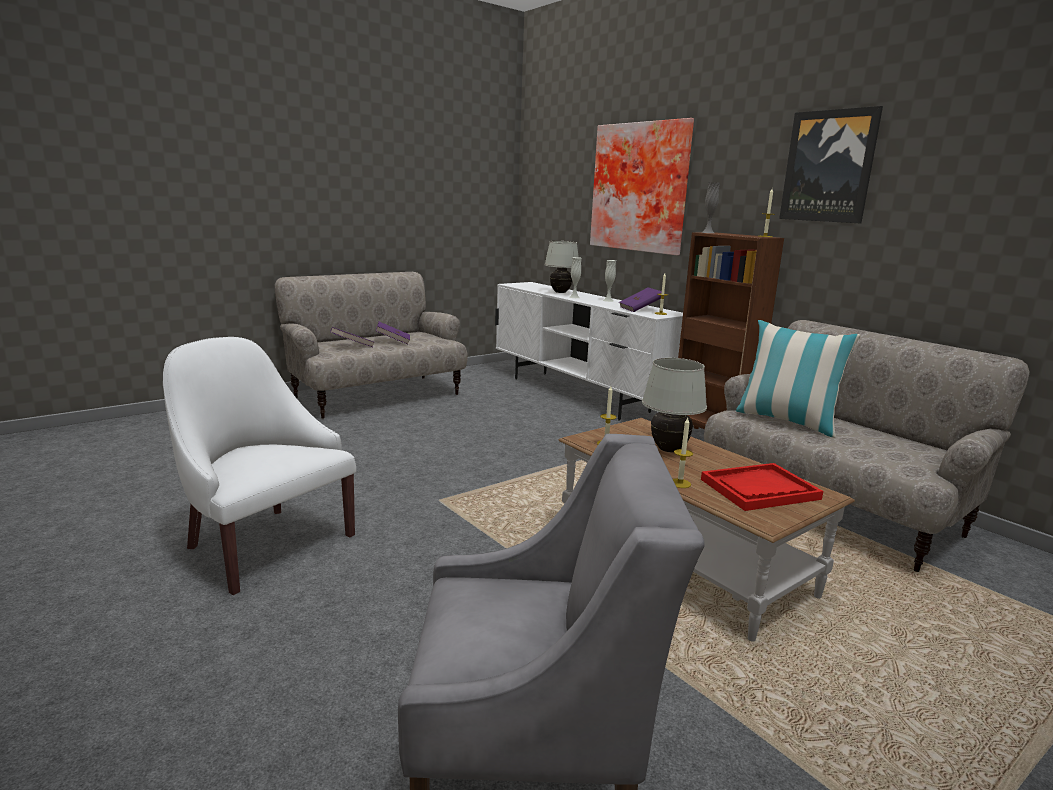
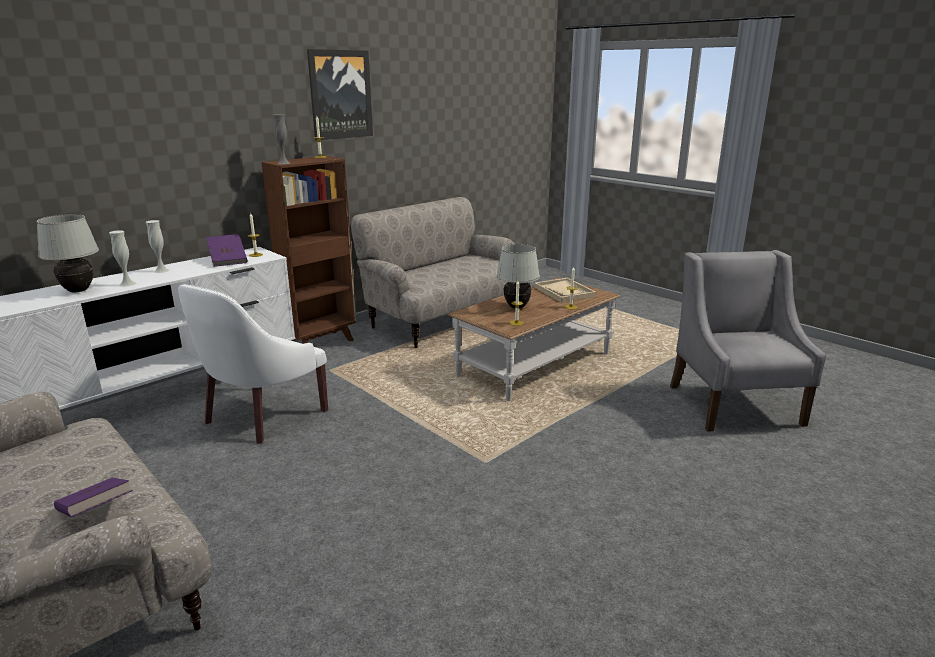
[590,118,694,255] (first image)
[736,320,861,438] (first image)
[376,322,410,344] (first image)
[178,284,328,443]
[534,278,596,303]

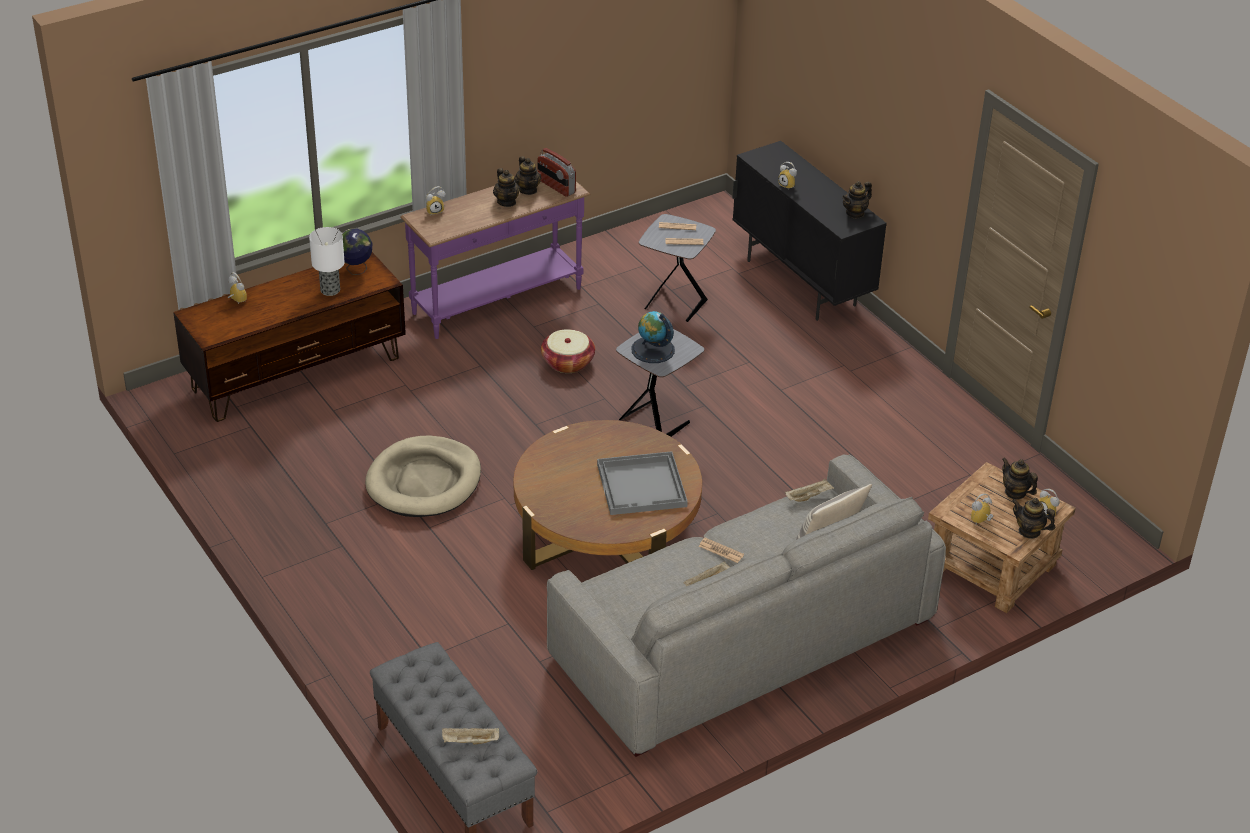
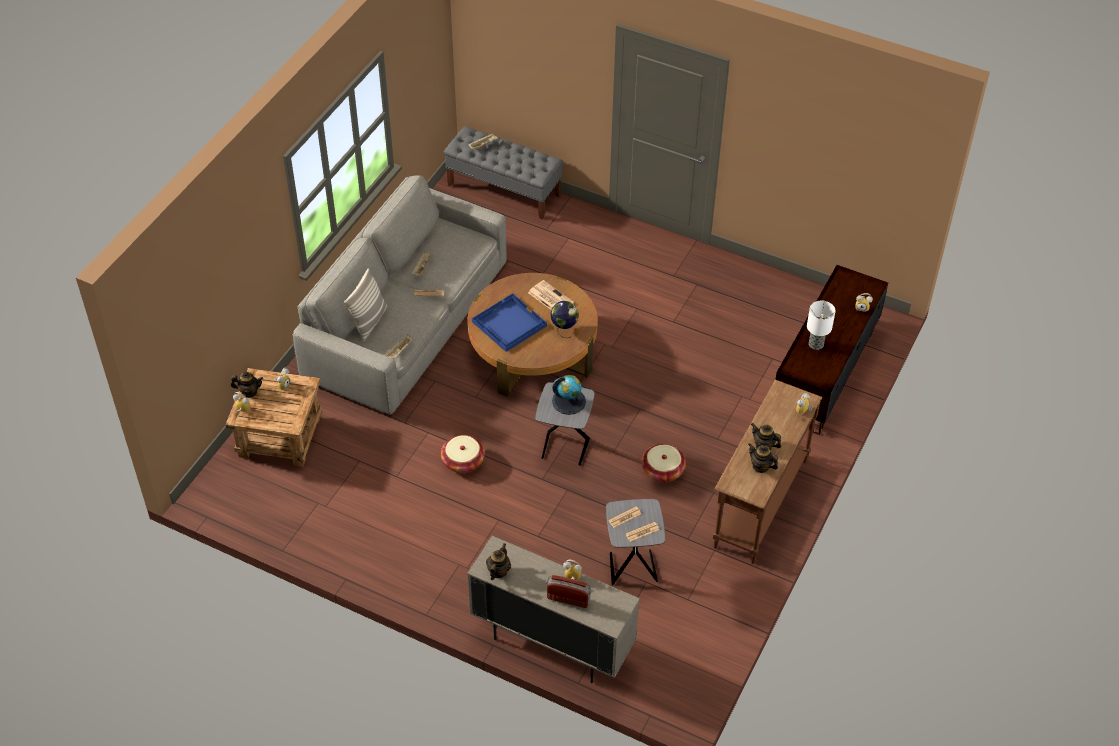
[467,536,640,683]
[546,575,592,608]
[713,380,822,564]
[551,301,578,338]
[365,435,481,517] (first image)
[472,293,547,352]
[1002,458,1038,500] (first image)
[528,280,574,310]
[441,435,485,473]

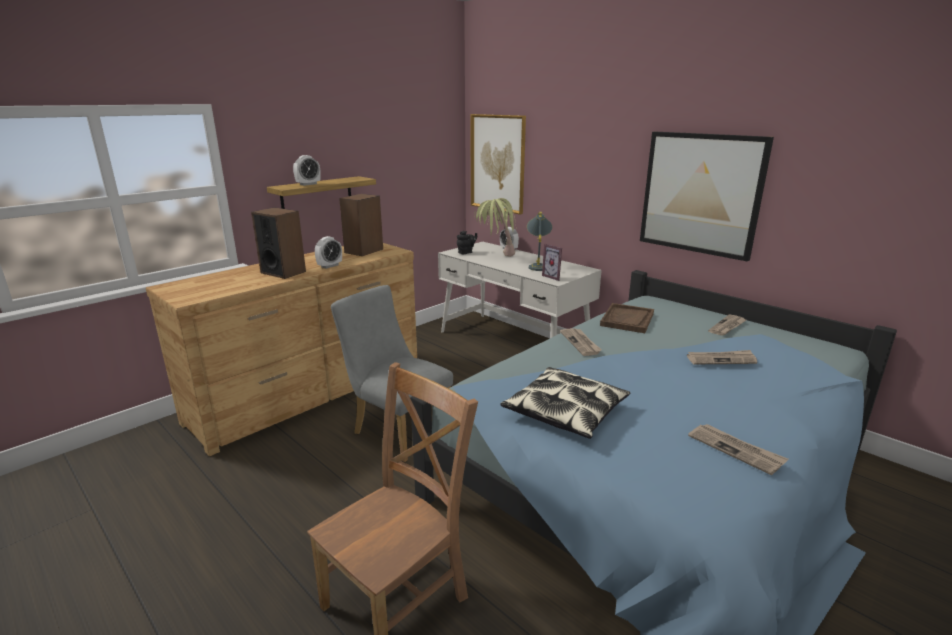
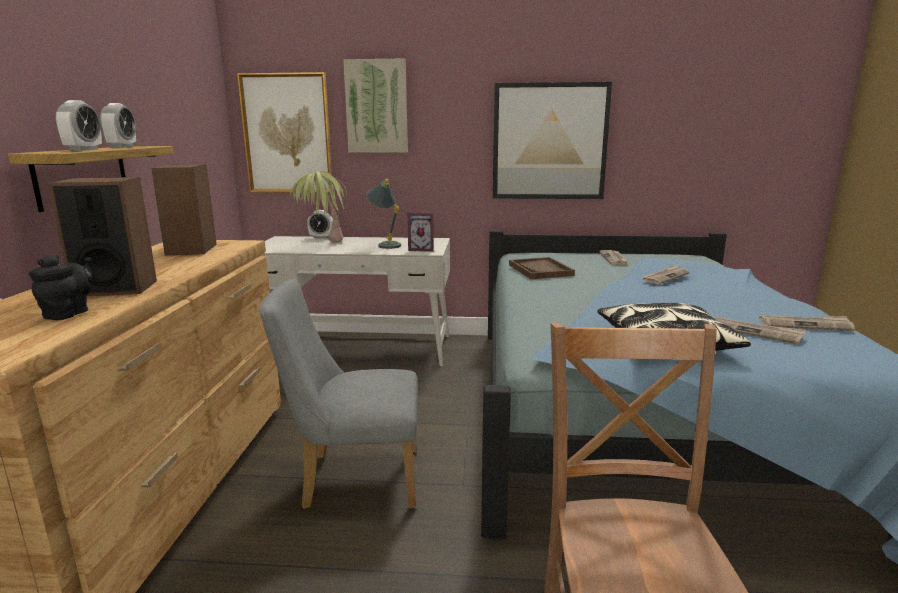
[29,255,93,320]
[100,103,136,148]
[714,317,806,344]
[343,58,408,152]

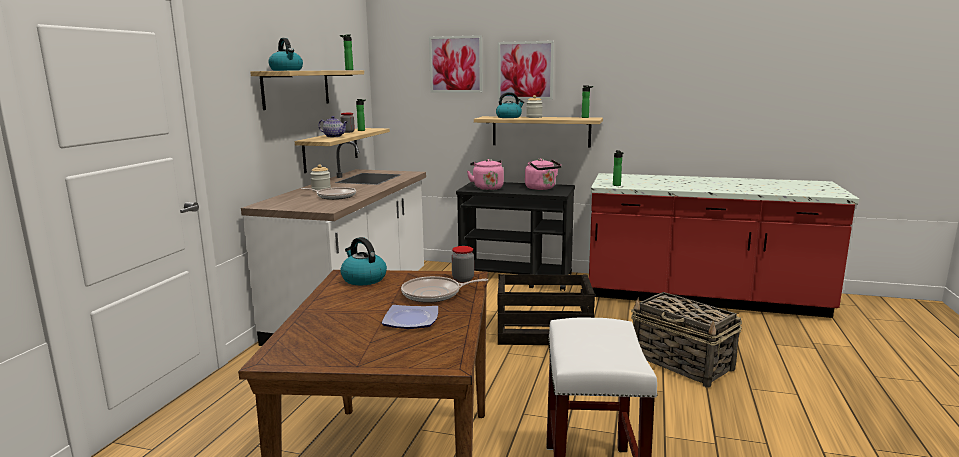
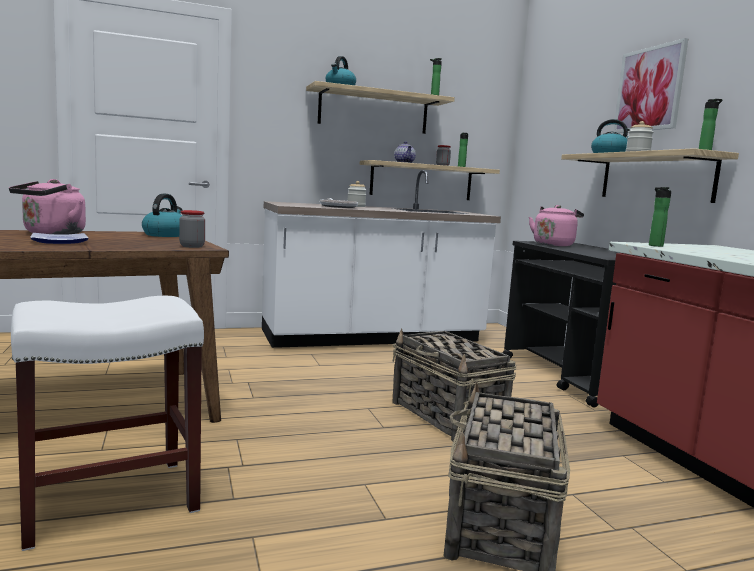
[429,35,483,93] (first image)
[9,179,86,235]
[392,328,516,441]
[401,276,488,303] (first image)

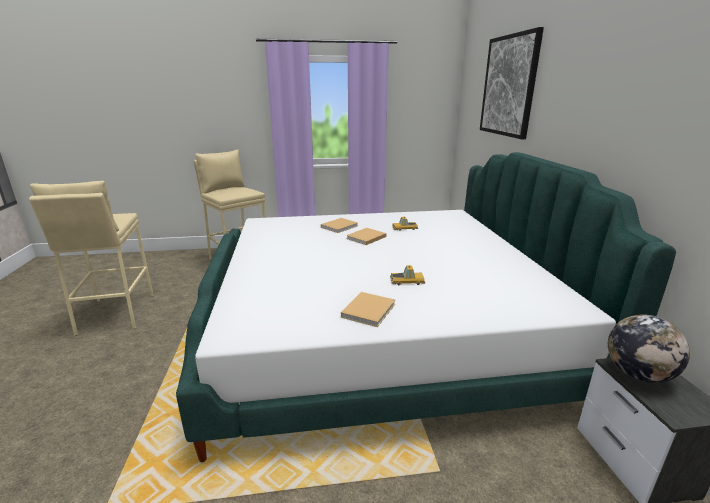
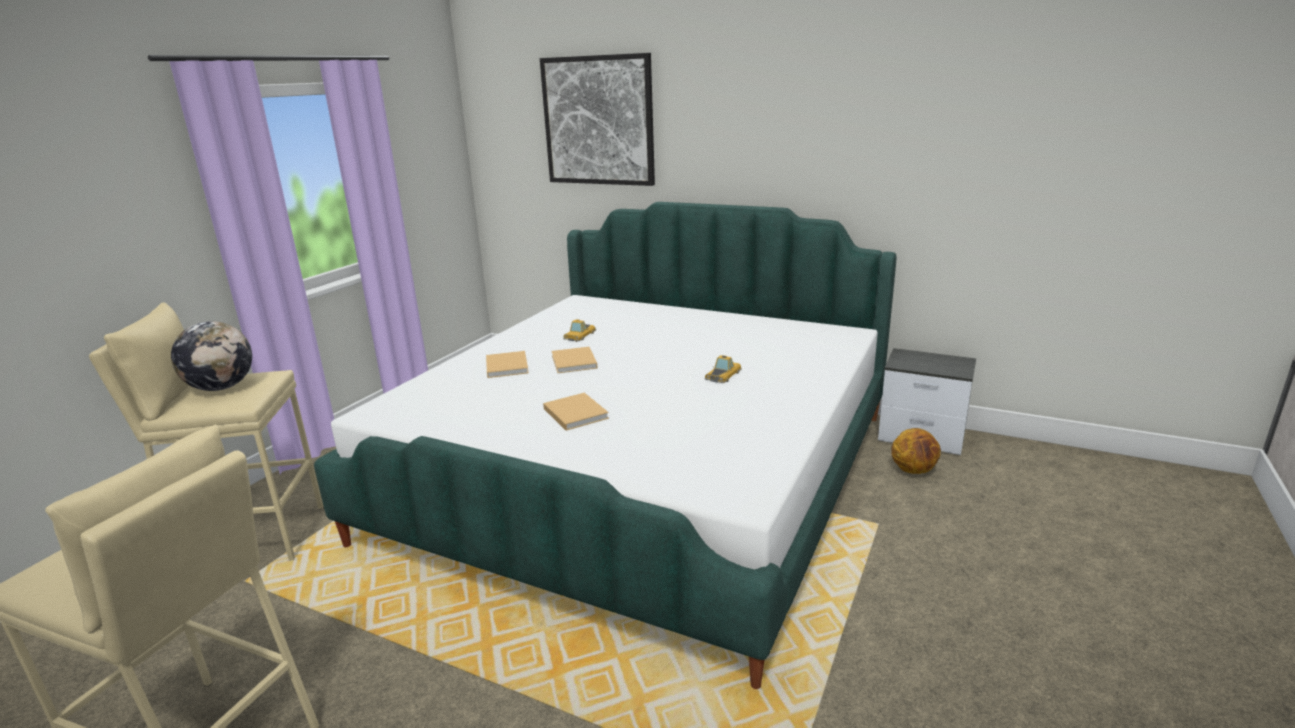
[543,393,609,431]
[171,321,252,391]
[891,428,941,474]

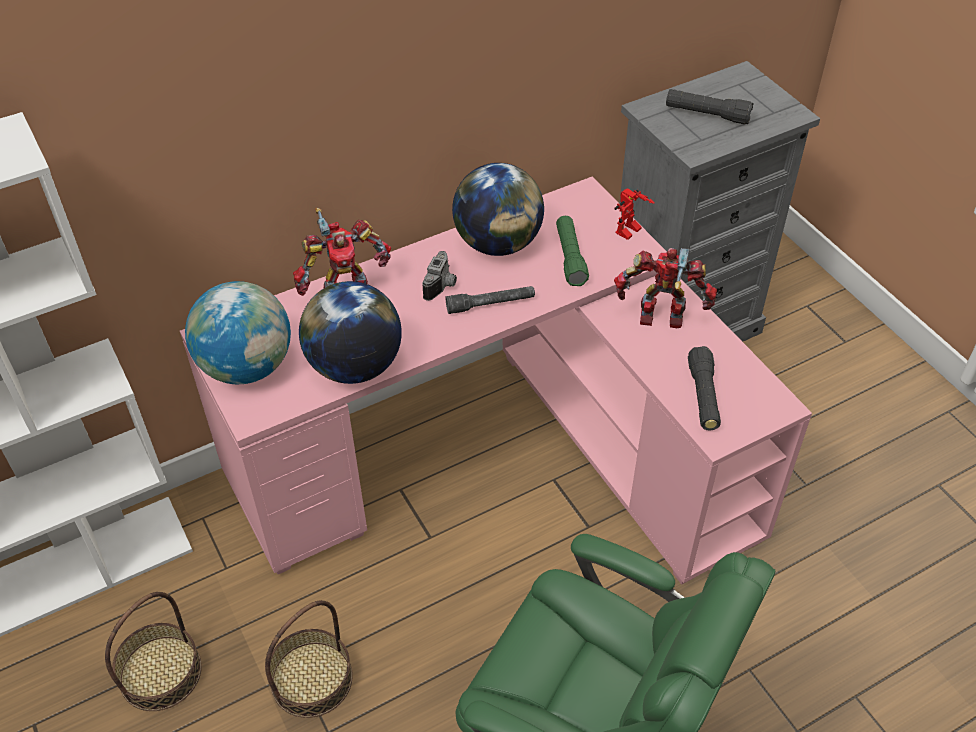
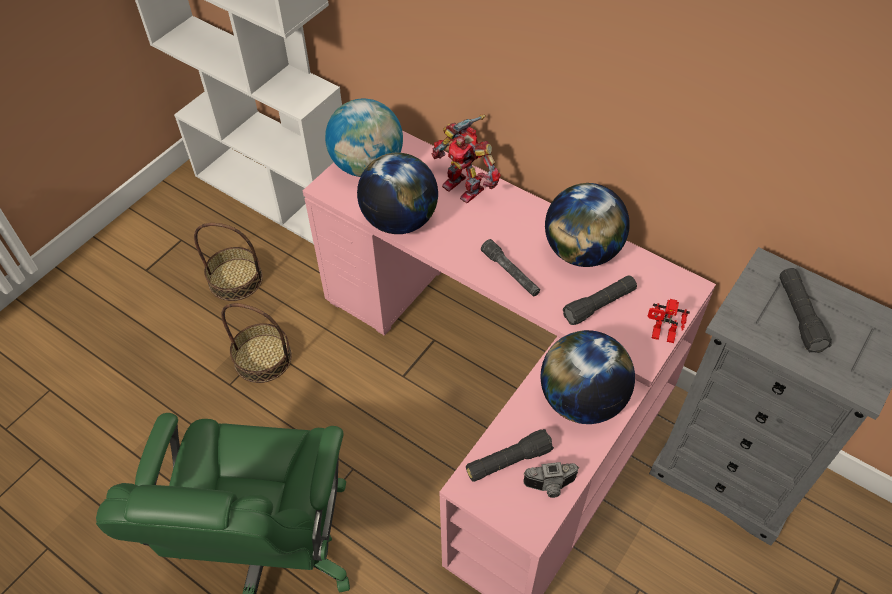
[563,275,637,325]
[541,330,635,424]
[523,462,579,498]

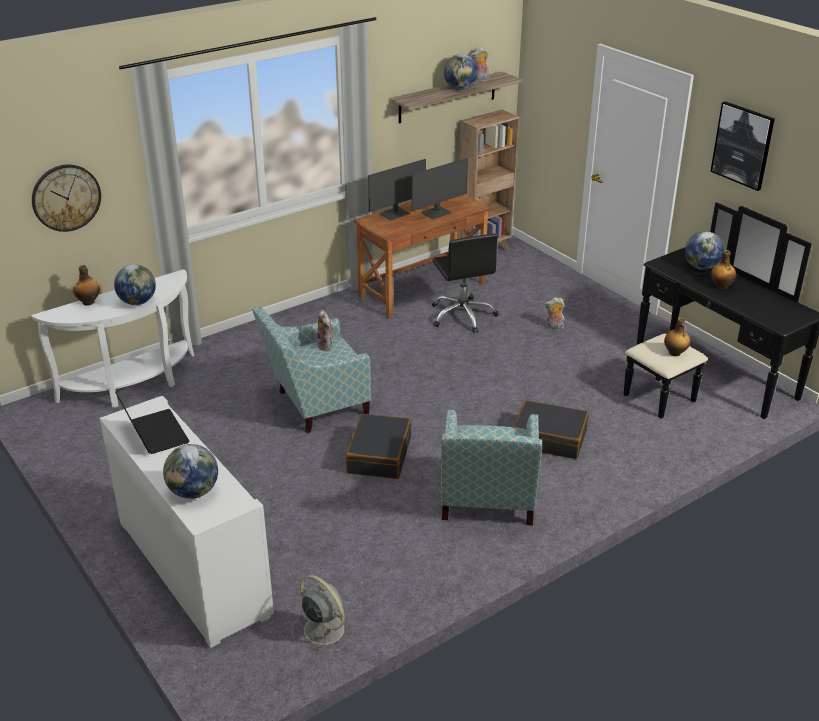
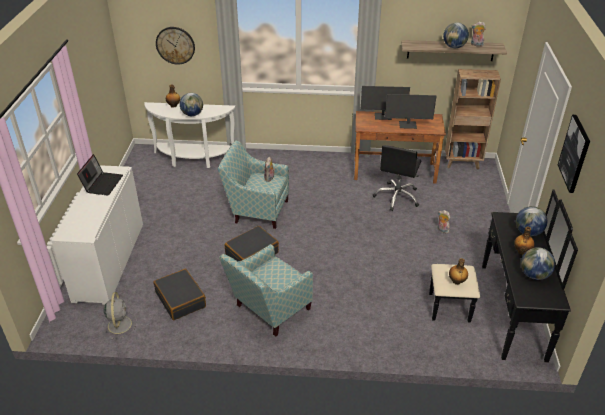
[153,269,206,320]
[521,247,555,280]

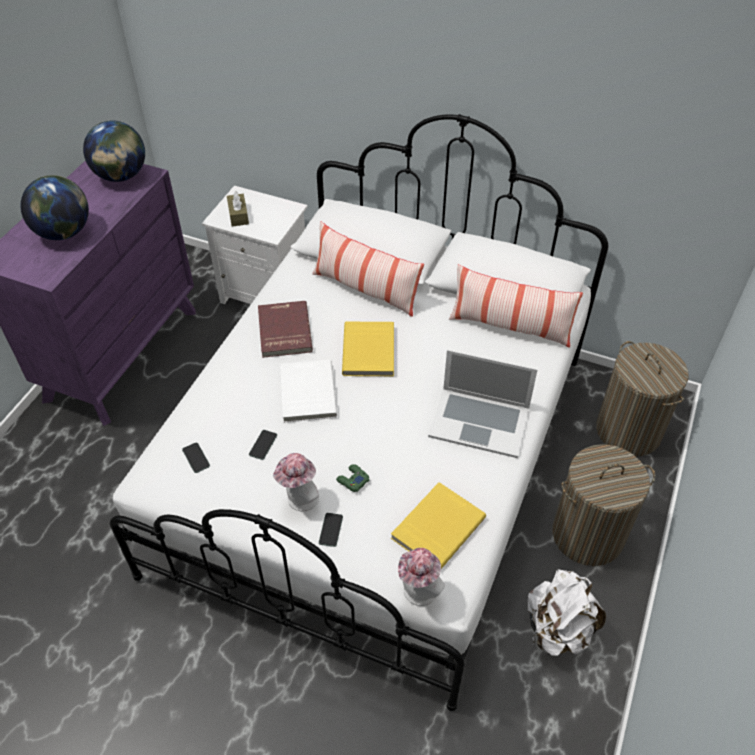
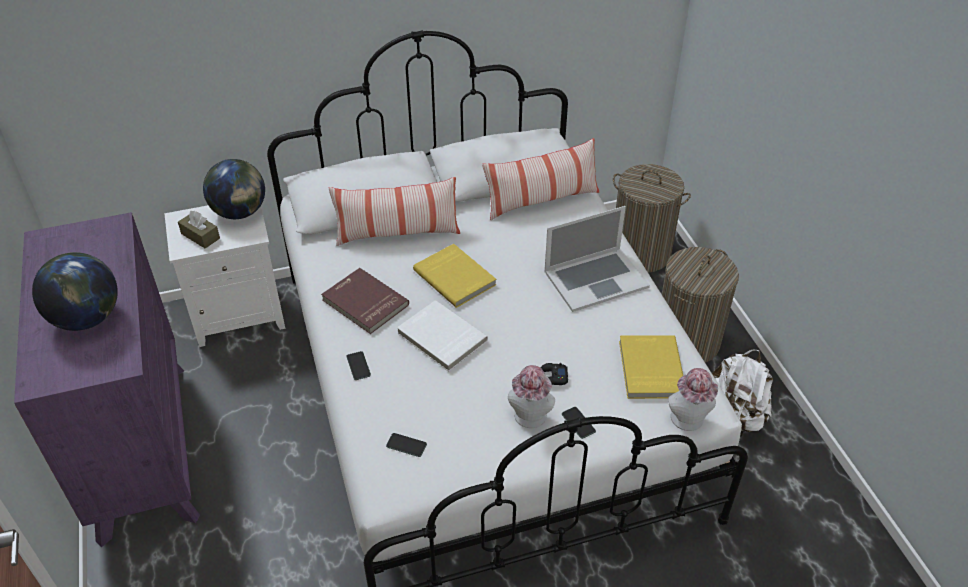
[203,159,265,219]
[346,351,371,380]
[541,363,568,385]

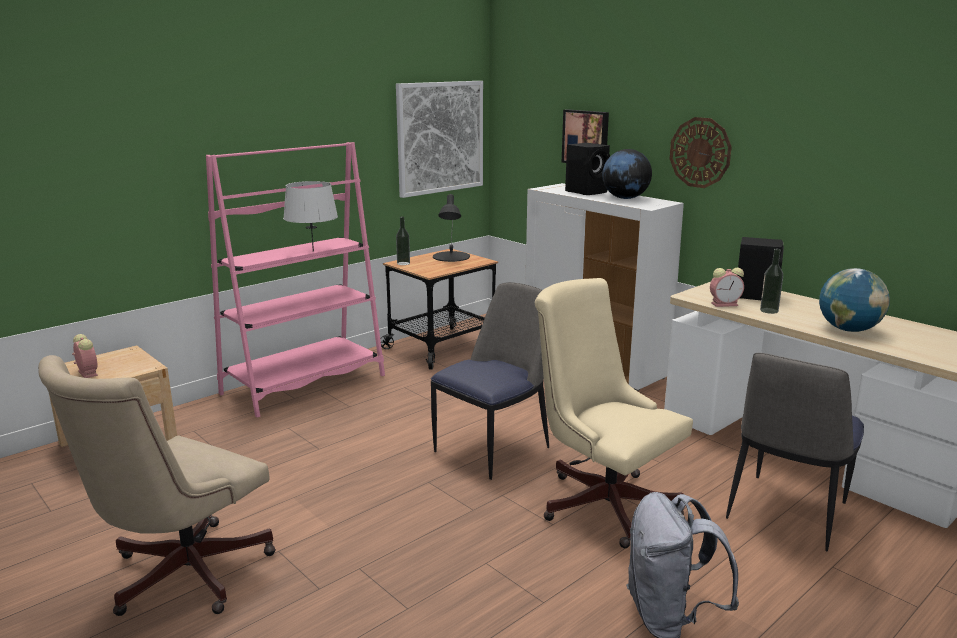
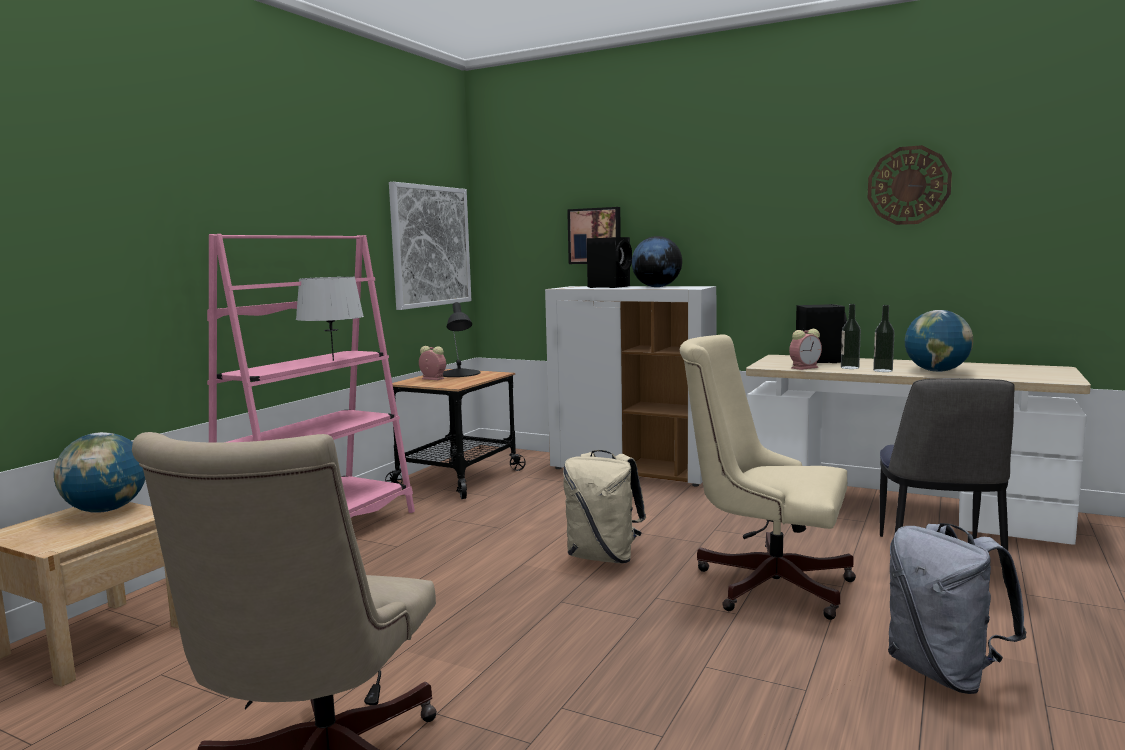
[868,145,952,225]
[873,305,895,372]
[563,450,646,563]
[419,346,446,380]
[54,432,145,513]

